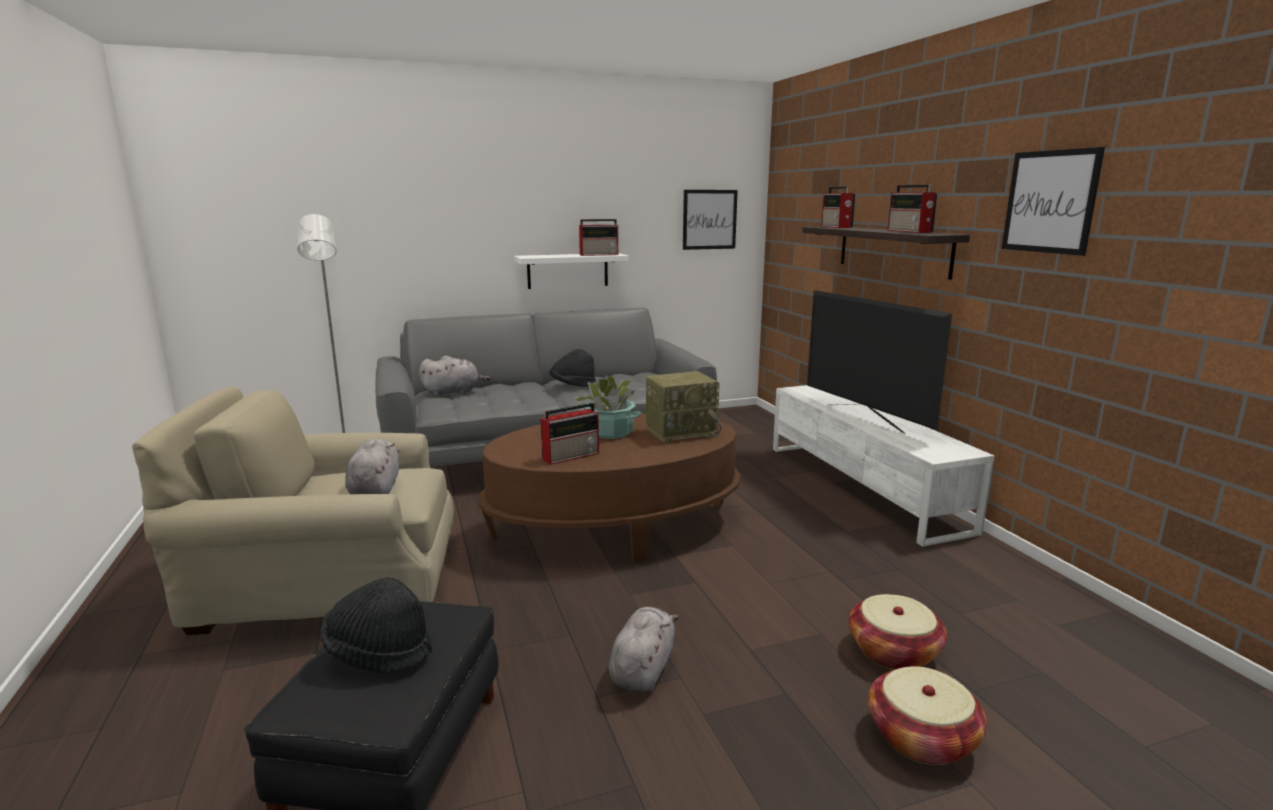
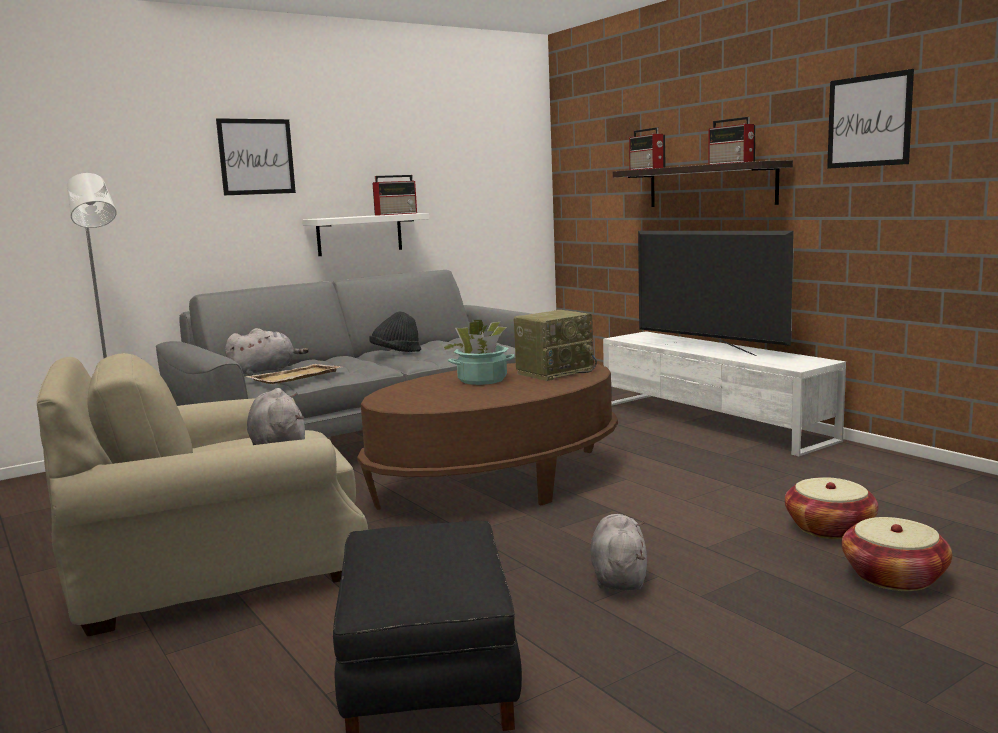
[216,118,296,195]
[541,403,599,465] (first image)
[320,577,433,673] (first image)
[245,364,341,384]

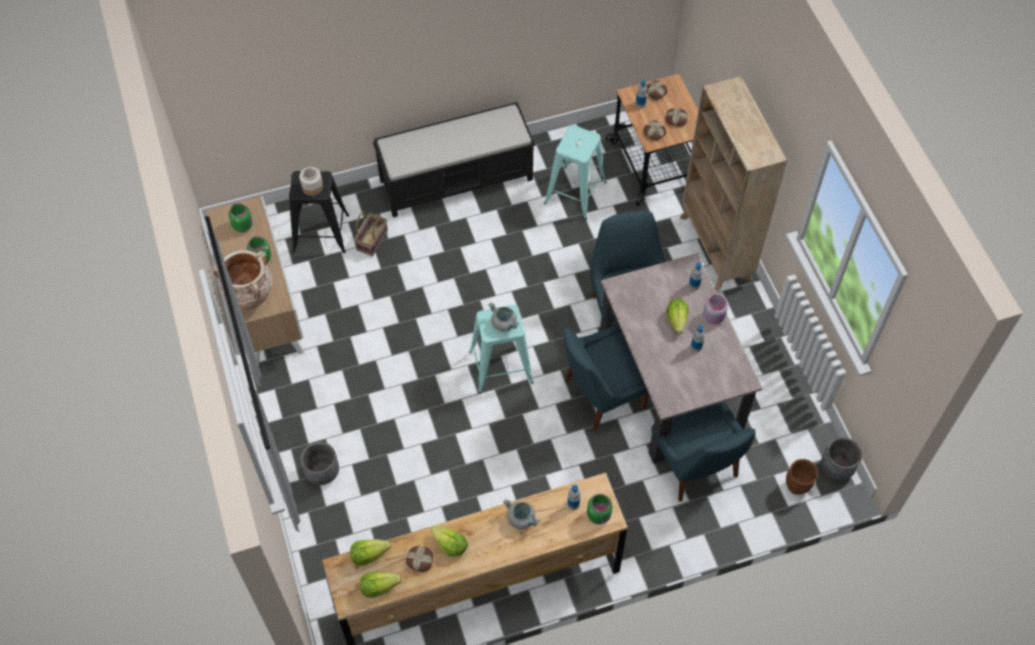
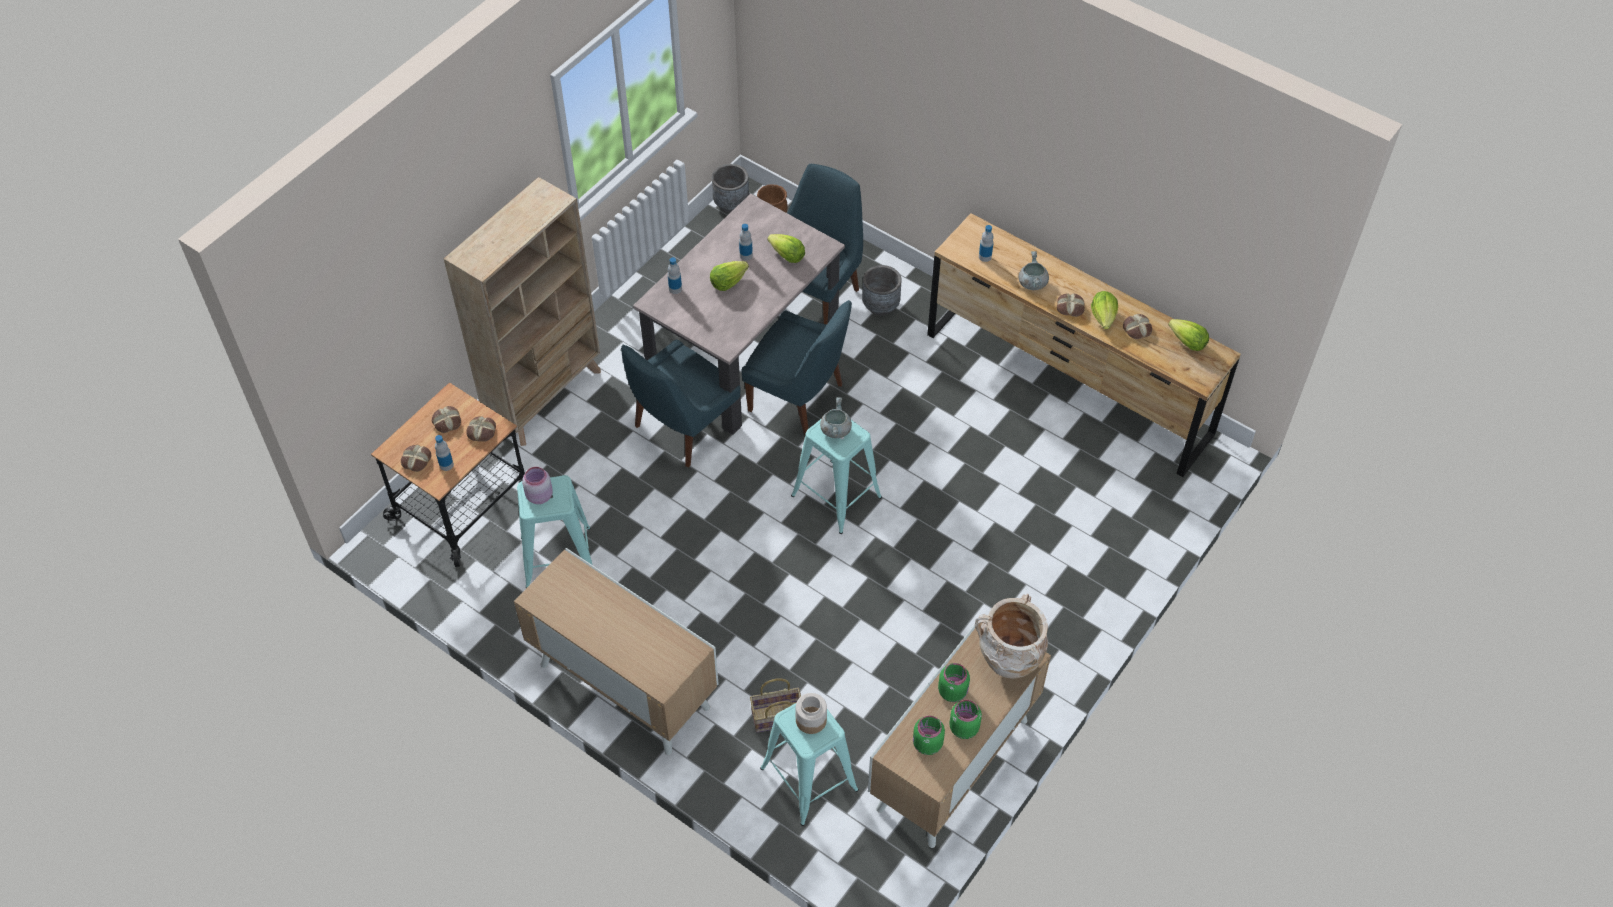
[514,548,719,755]
[760,702,859,826]
[522,467,553,504]
[862,265,901,316]
[949,700,982,739]
[767,234,805,263]
[1057,293,1085,317]

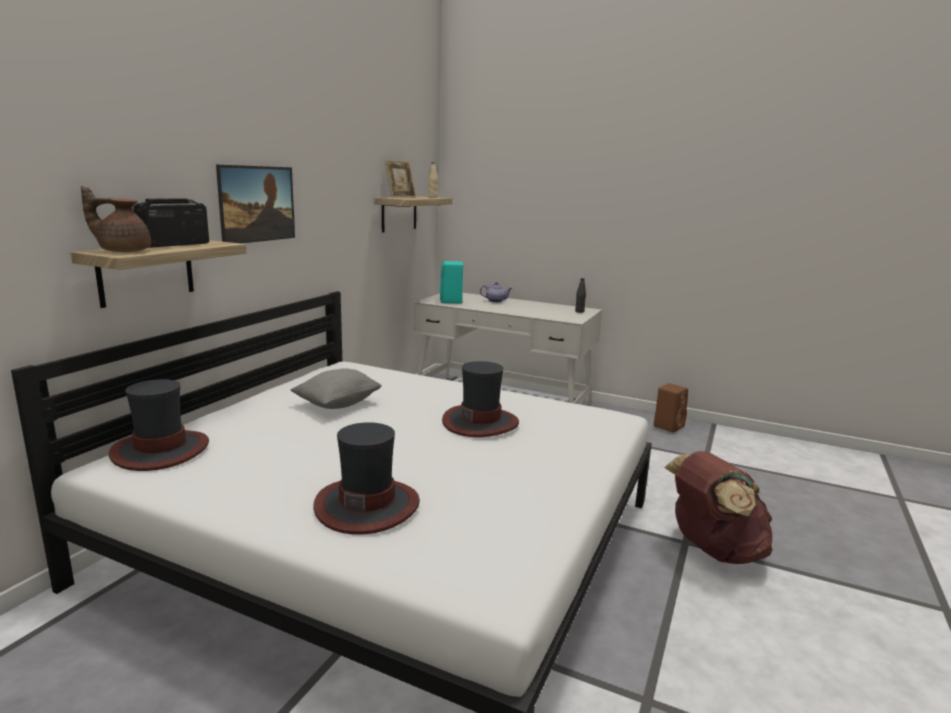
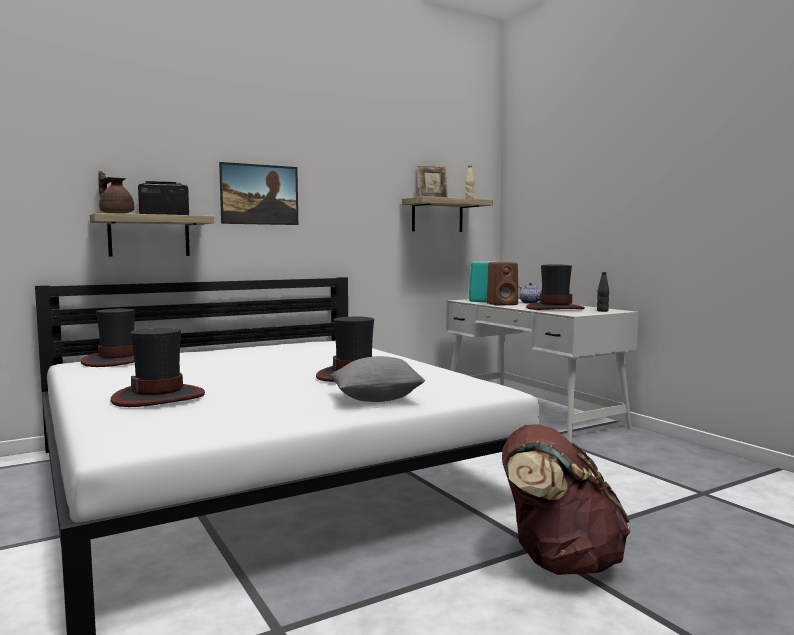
[330,356,425,402]
[487,262,518,306]
[526,265,585,310]

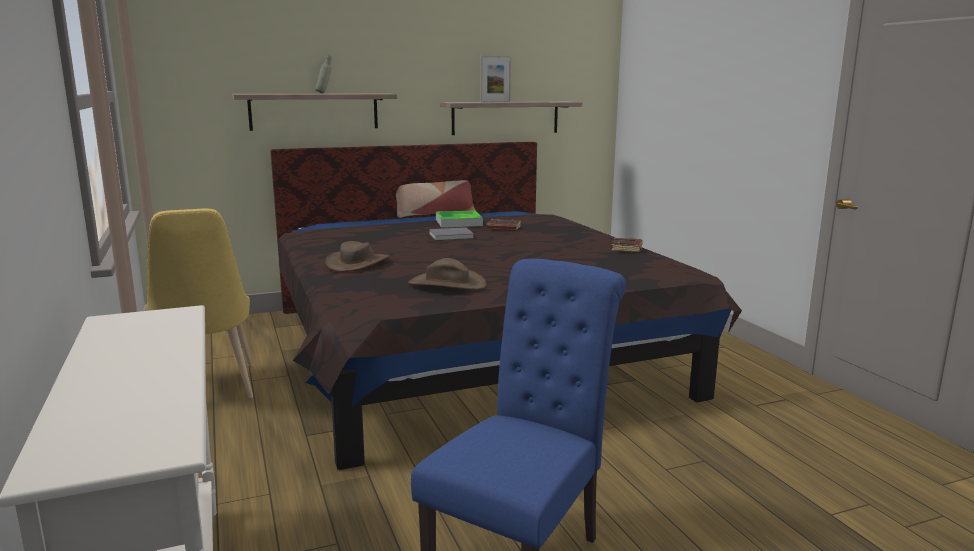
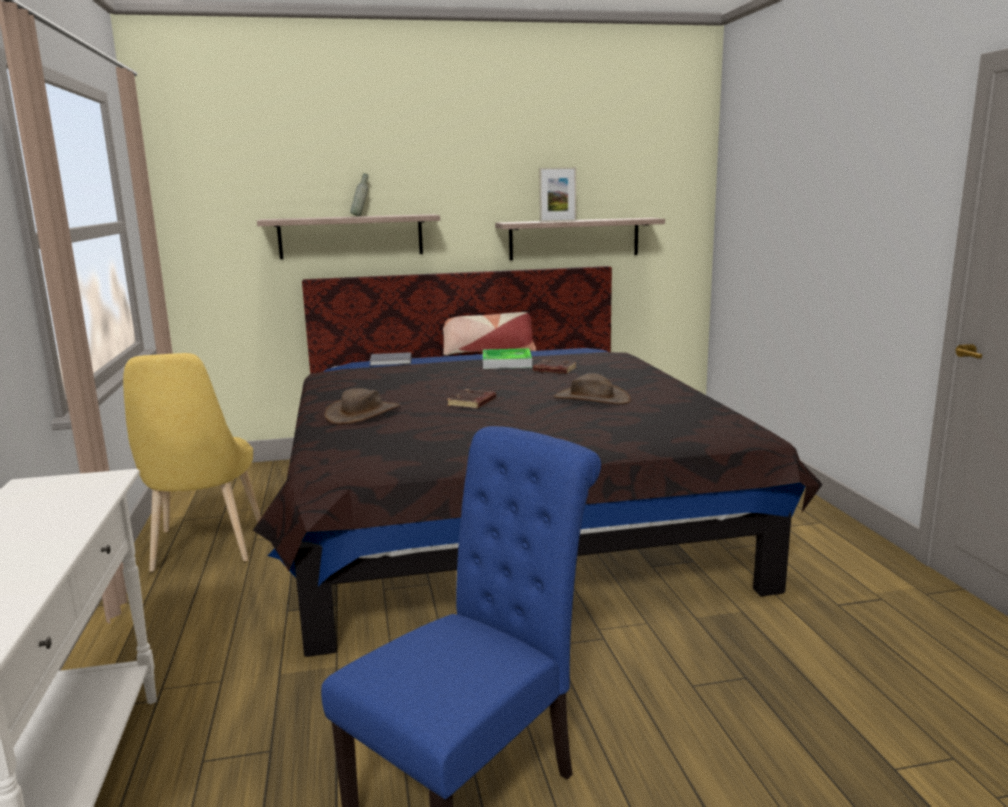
[370,352,411,366]
[447,389,496,409]
[553,373,631,404]

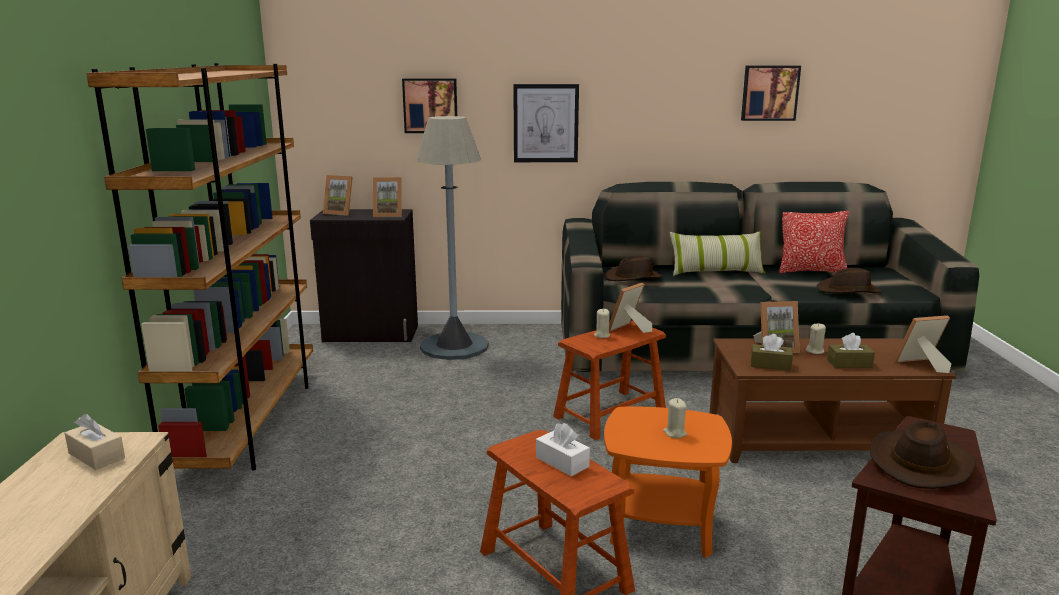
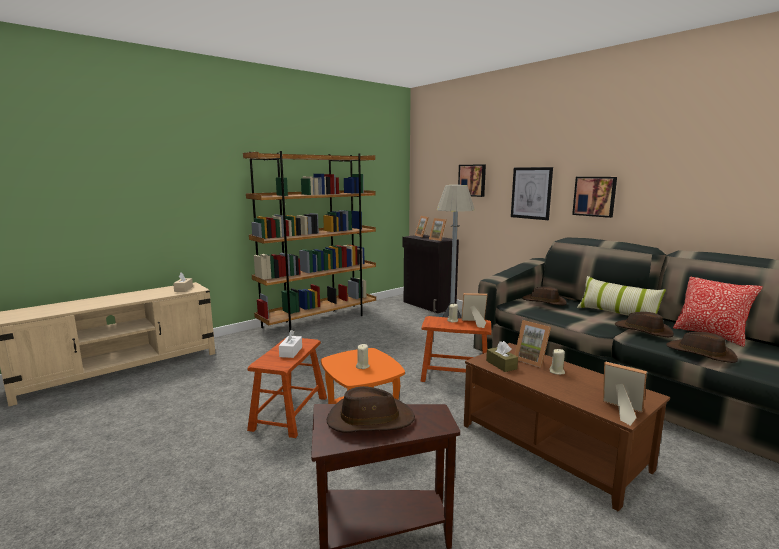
[572,177,617,218]
[827,333,875,368] (first image)
[615,312,674,337]

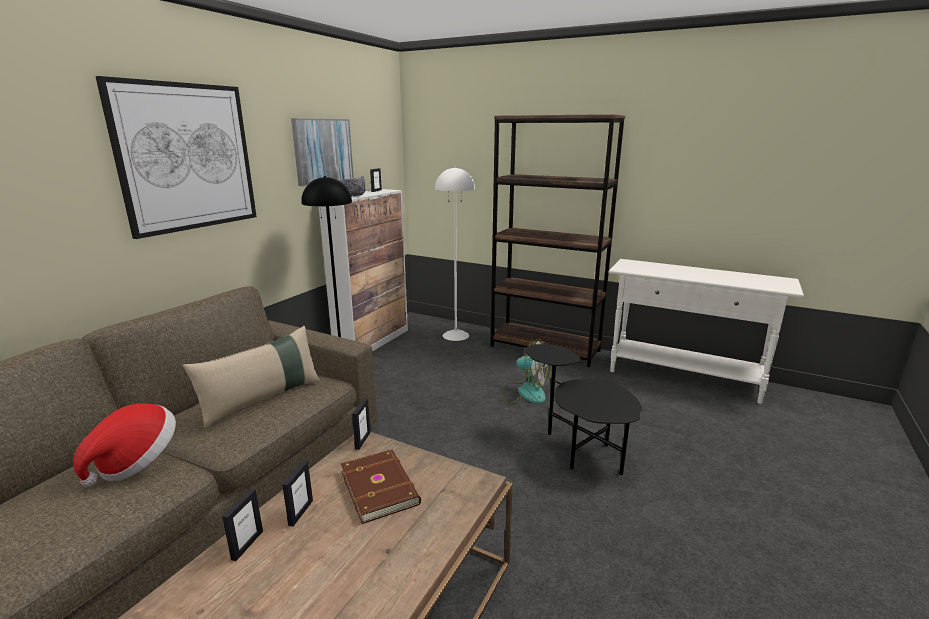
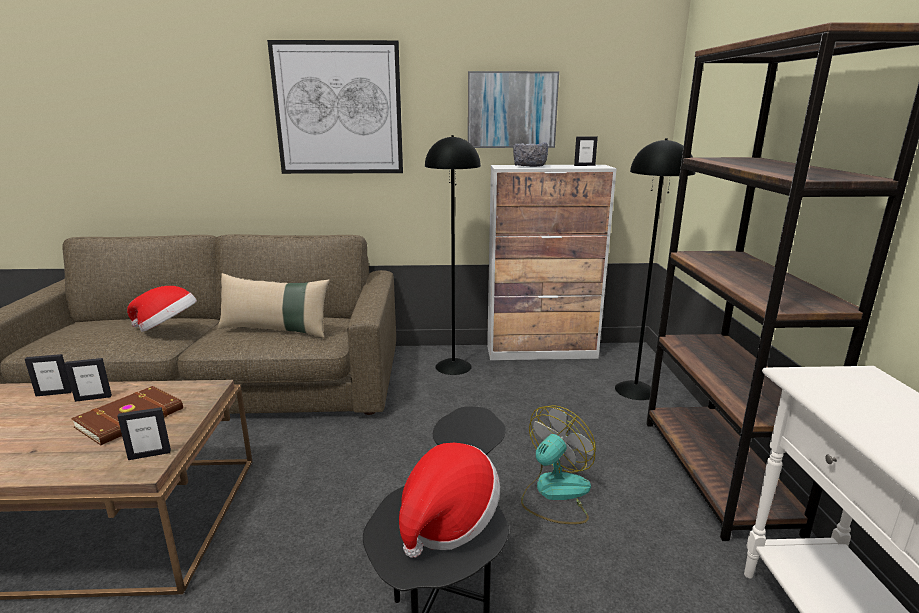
[615,138,696,400]
[521,405,596,524]
[117,407,171,460]
[399,443,500,558]

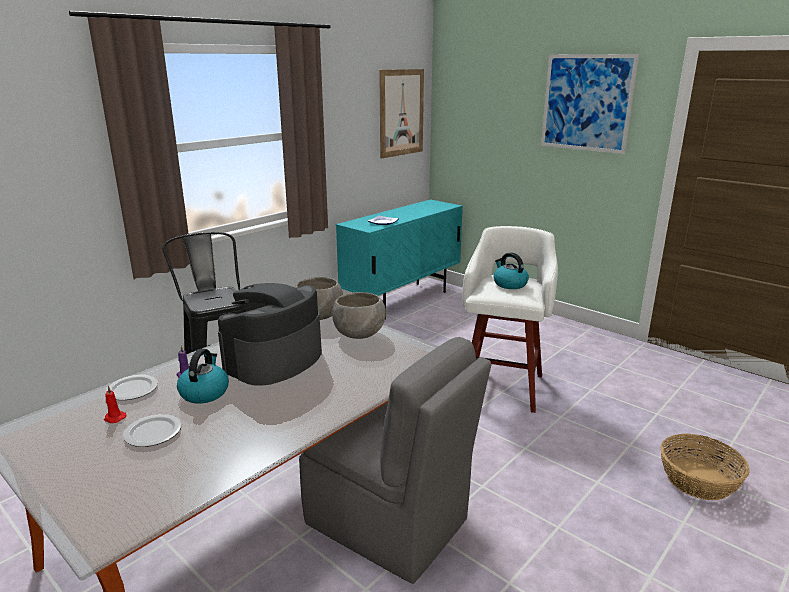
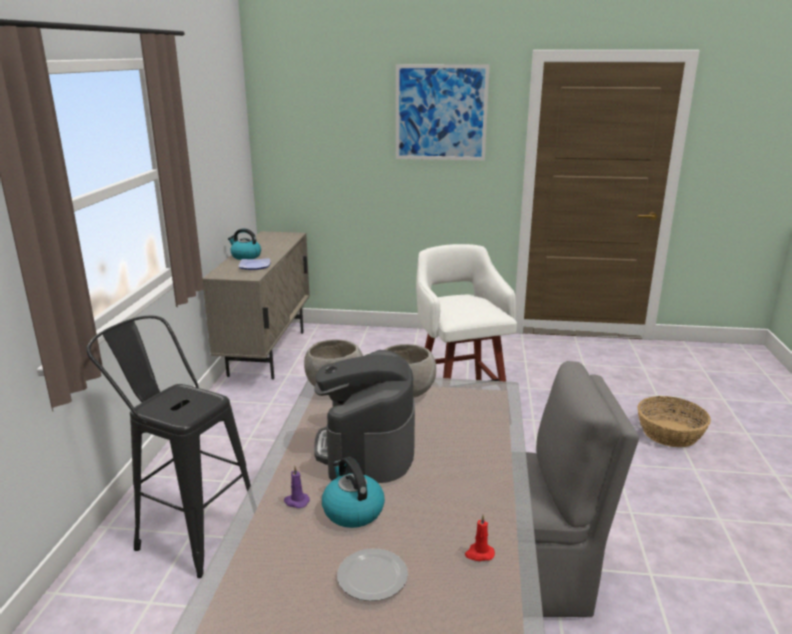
[379,69,424,158] (first image)
[203,231,310,380]
[228,228,261,260]
[106,375,158,400] (first image)
[465,515,495,561]

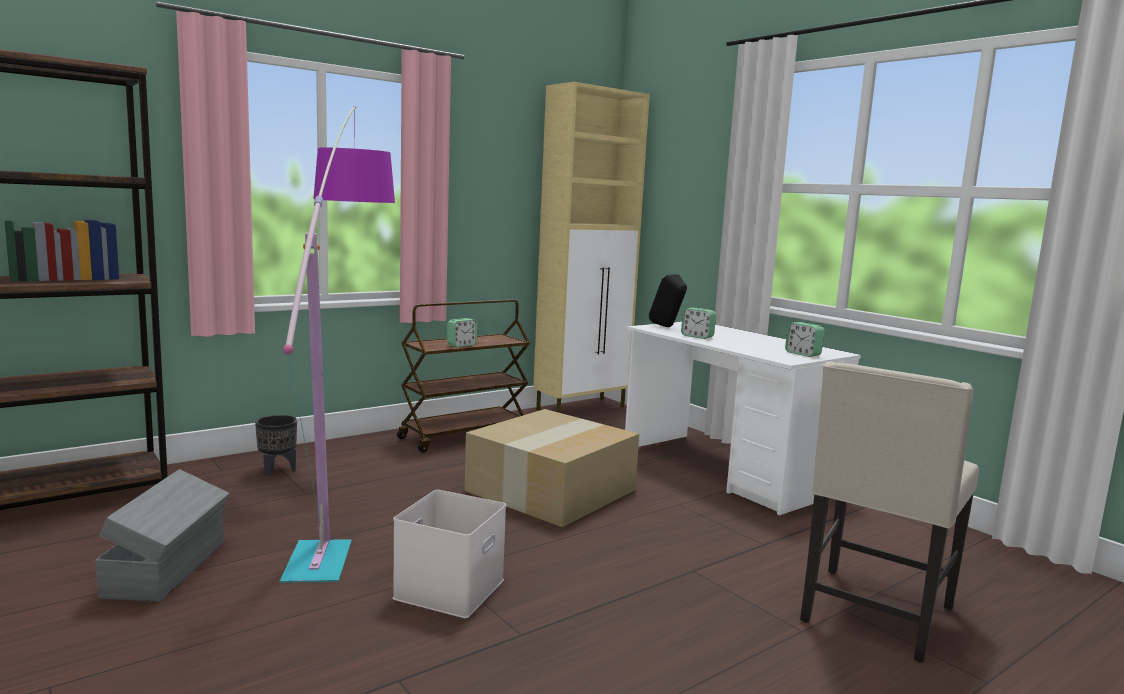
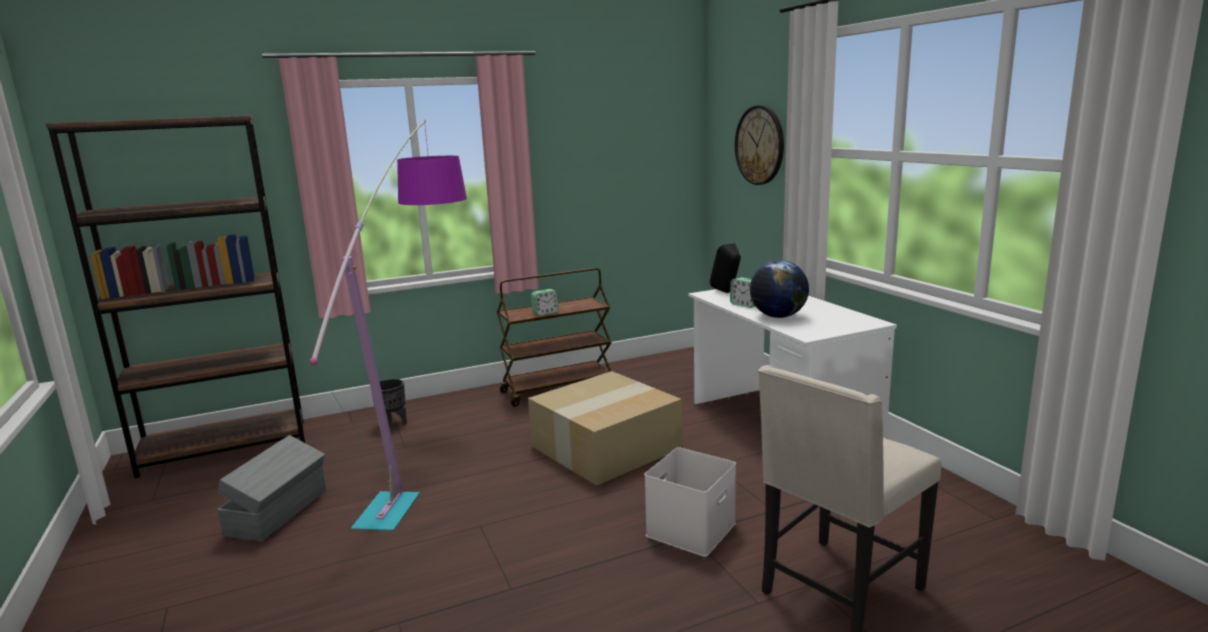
[533,82,650,413] (first image)
[785,322,825,357] (first image)
[644,447,736,557]
[735,105,784,185]
[750,260,809,318]

